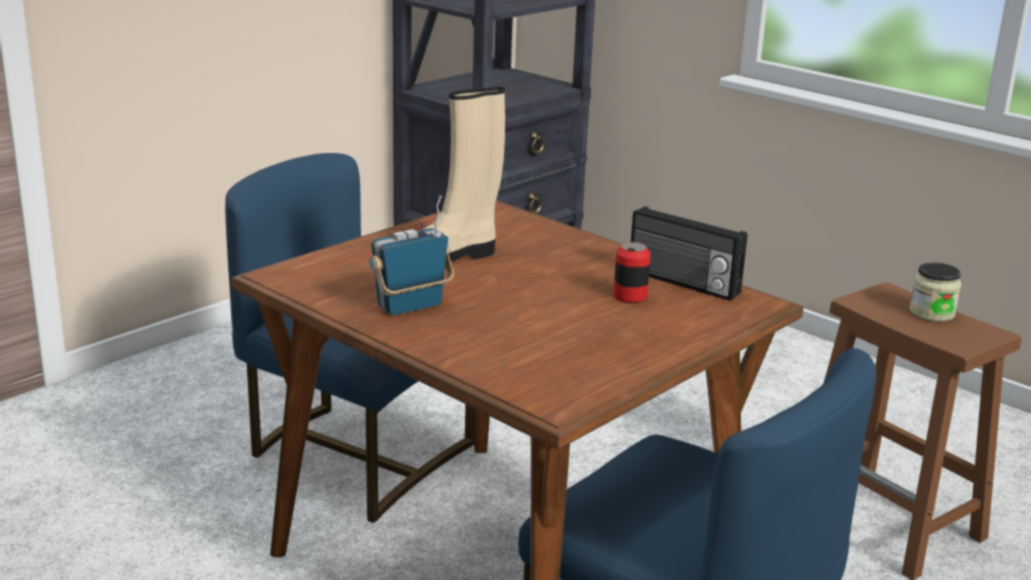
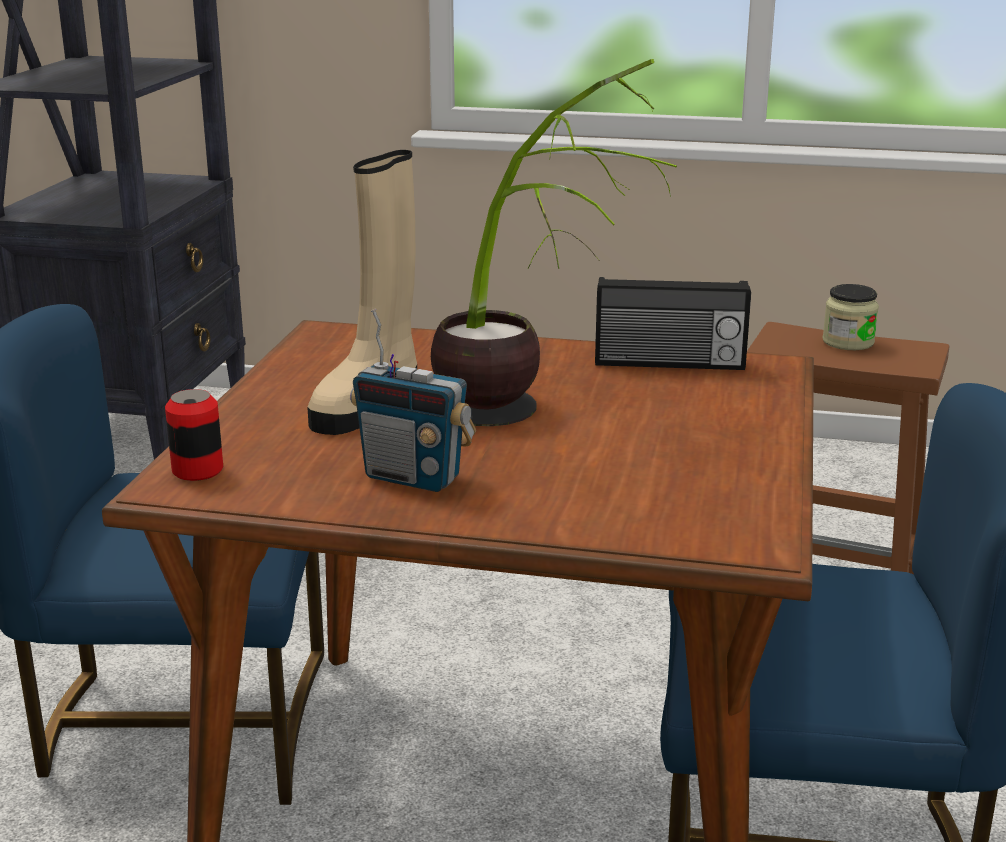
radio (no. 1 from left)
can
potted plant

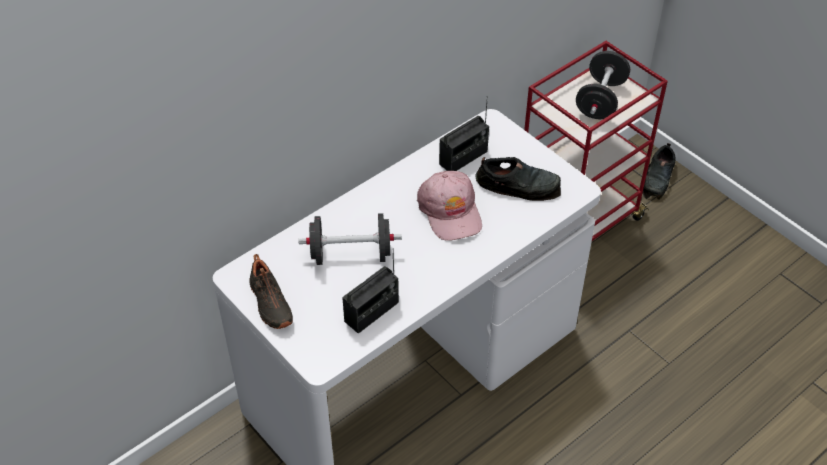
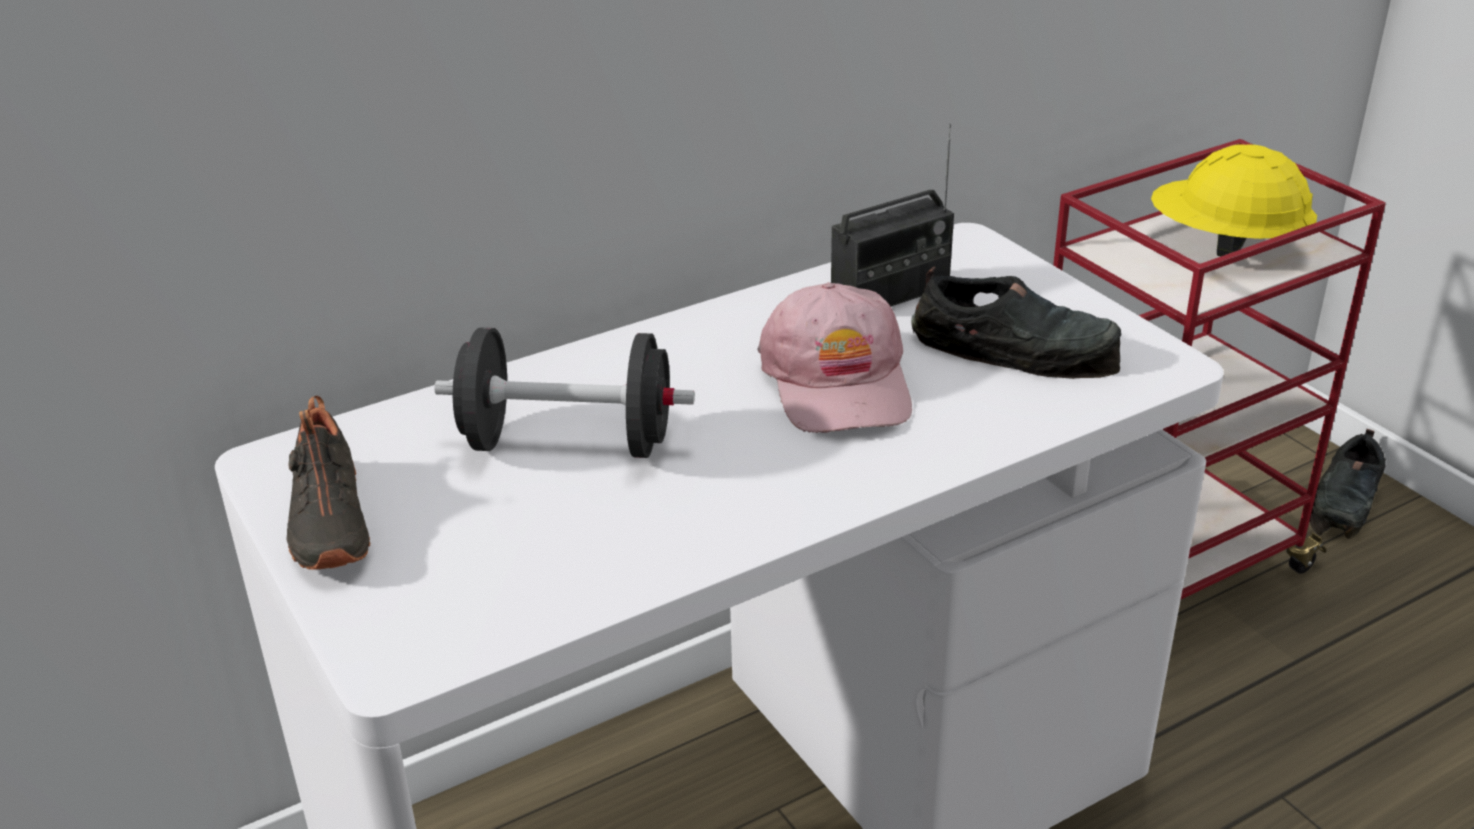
yellow hard hat
radio (no. 1 from left in the first image)

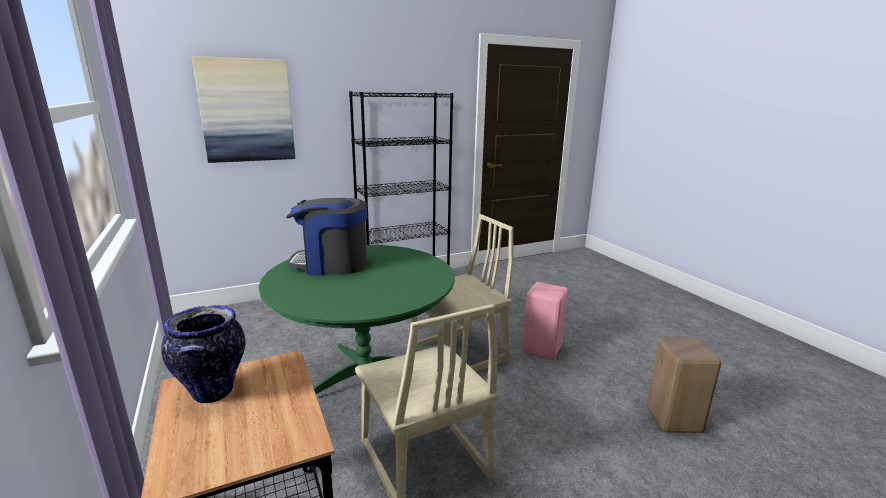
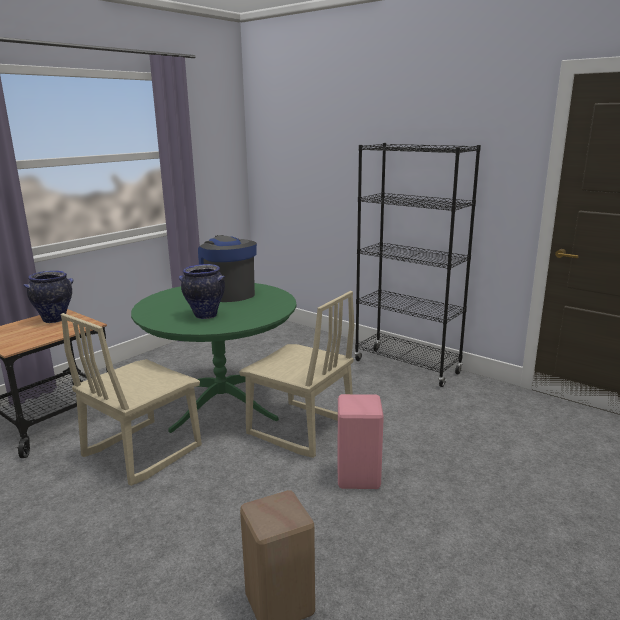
picture
vase (no. 2 from left)

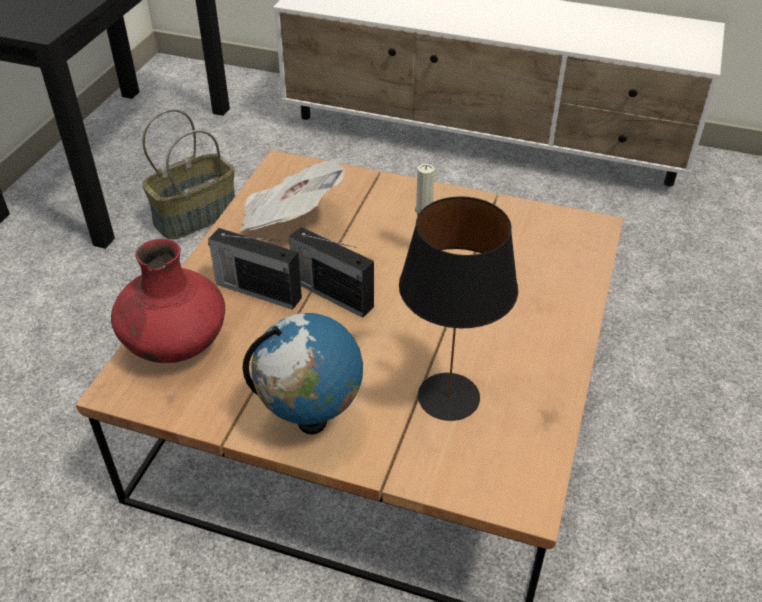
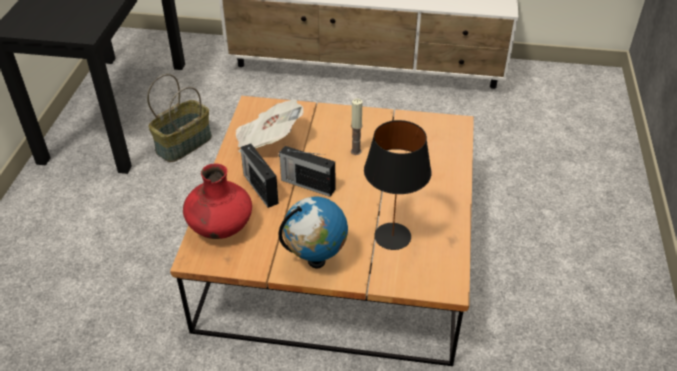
radio (no. 1 from left)

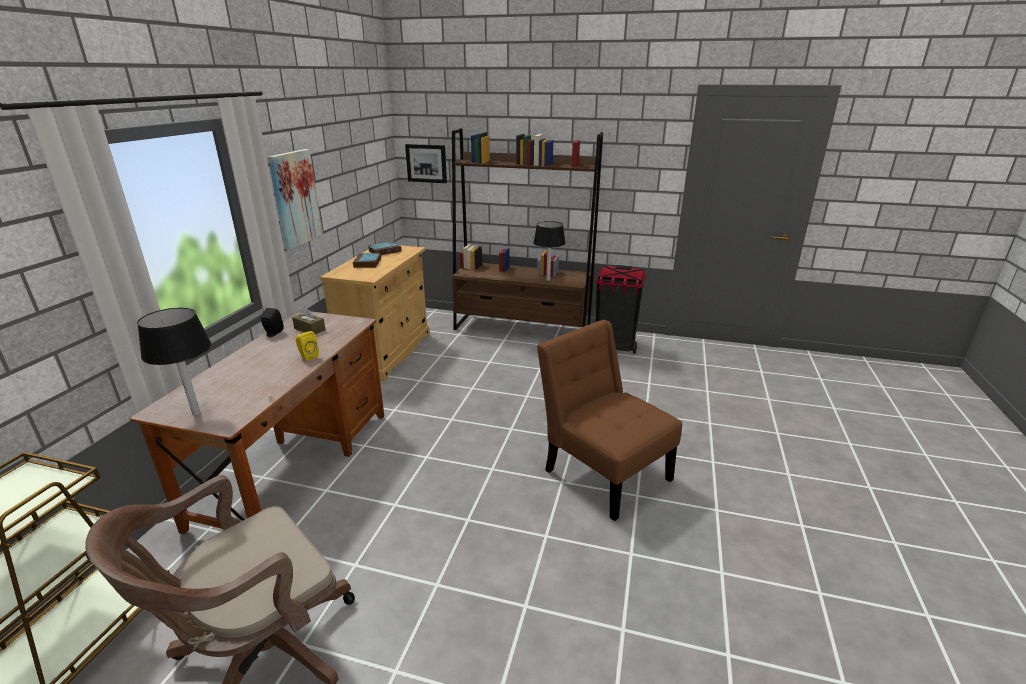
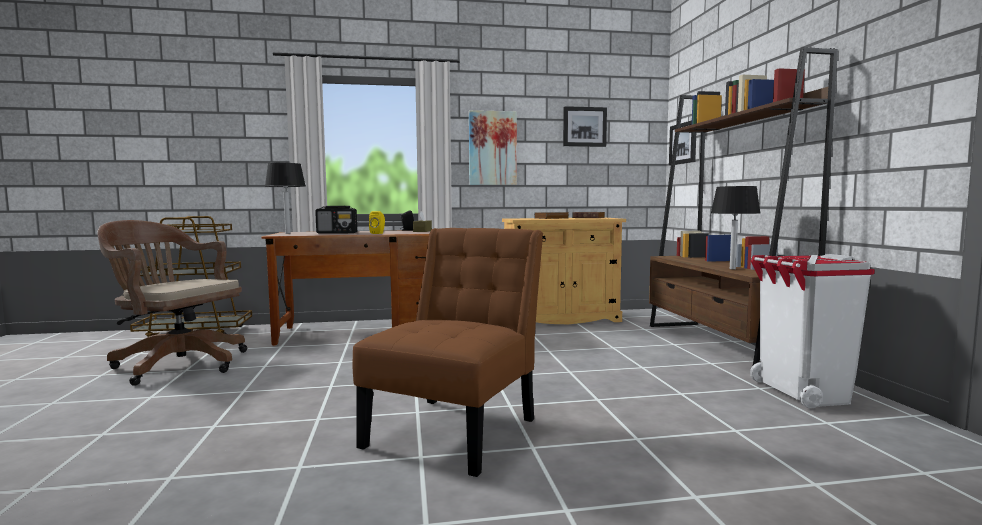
white trash can
picture (no. 2 from left)
radio

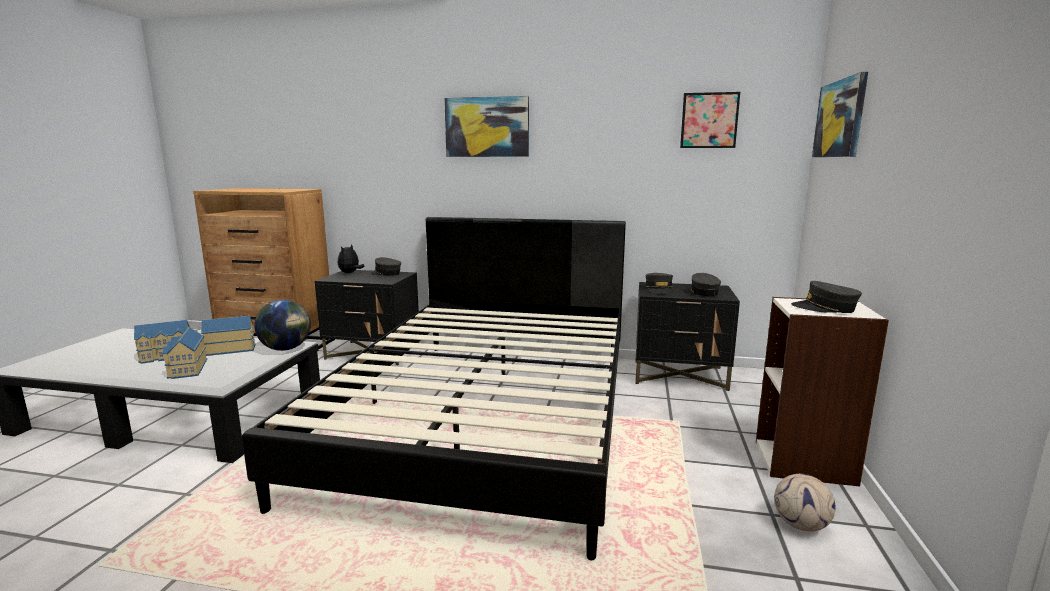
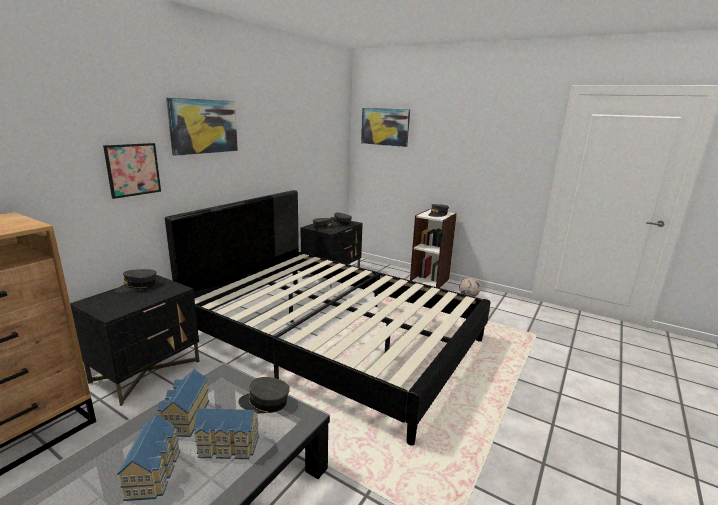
picture (no. 1 from left)
plush toy
globe
grey cap (no. 2 from left)

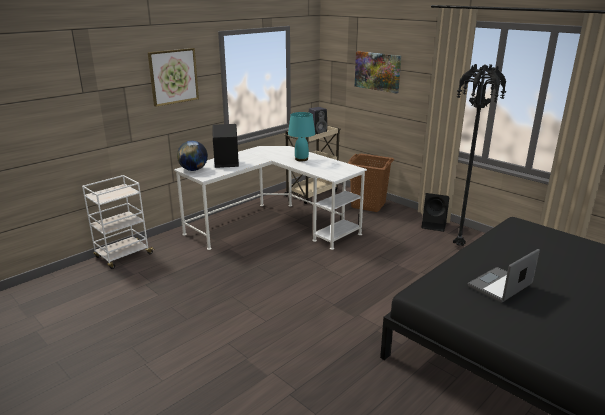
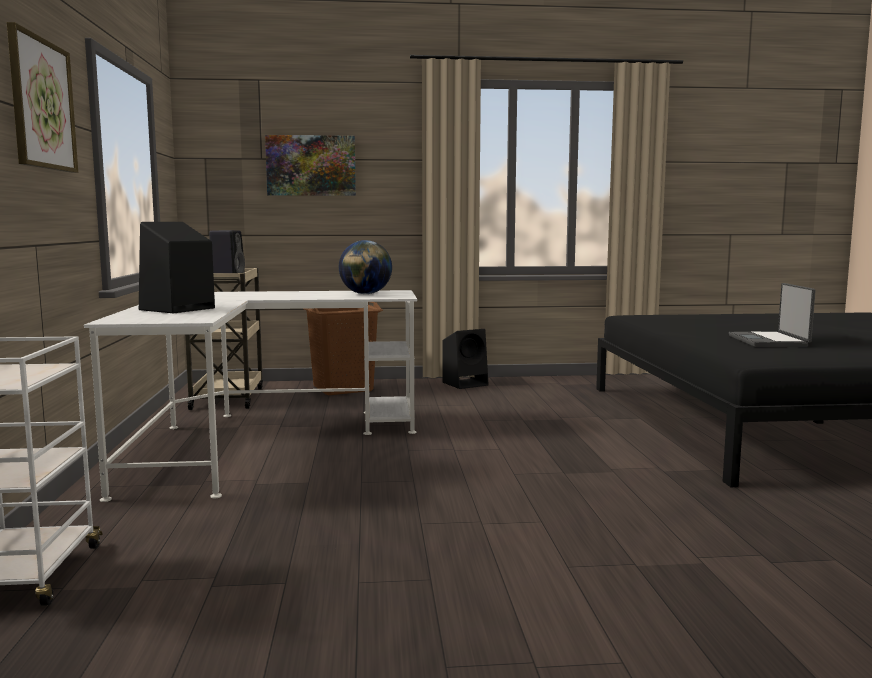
black floor lamp
turquoise table lamp
globe

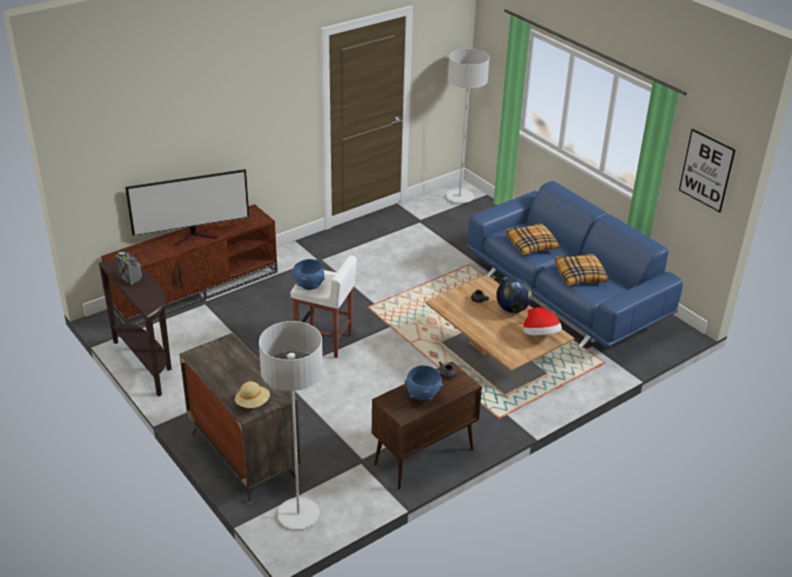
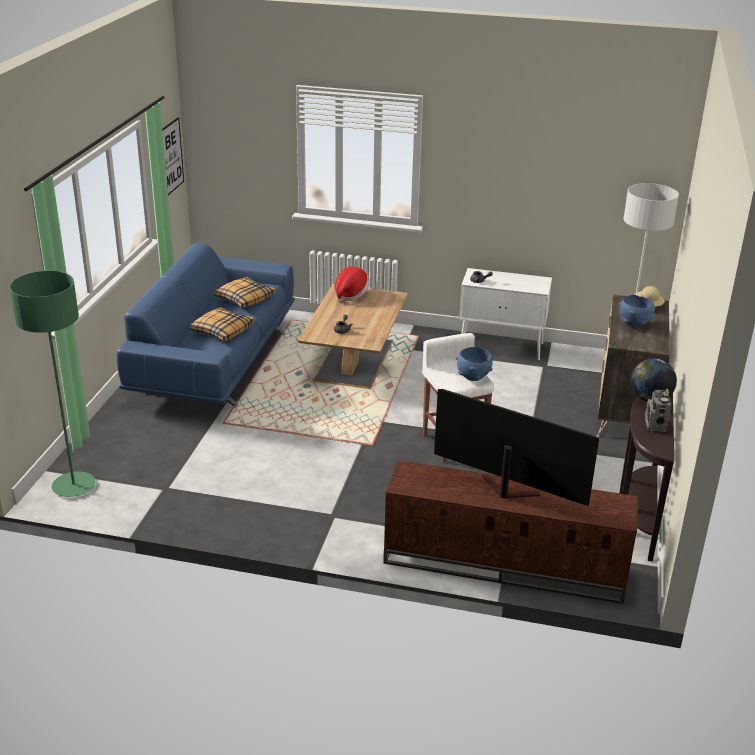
green floor lamp
globe
white cabinet
blue bowl (no. 2 from left)

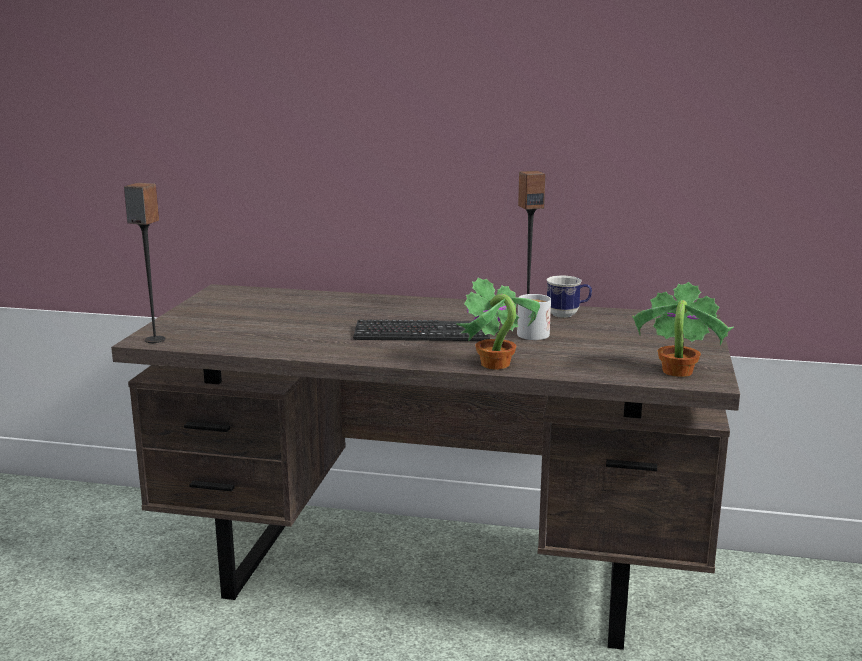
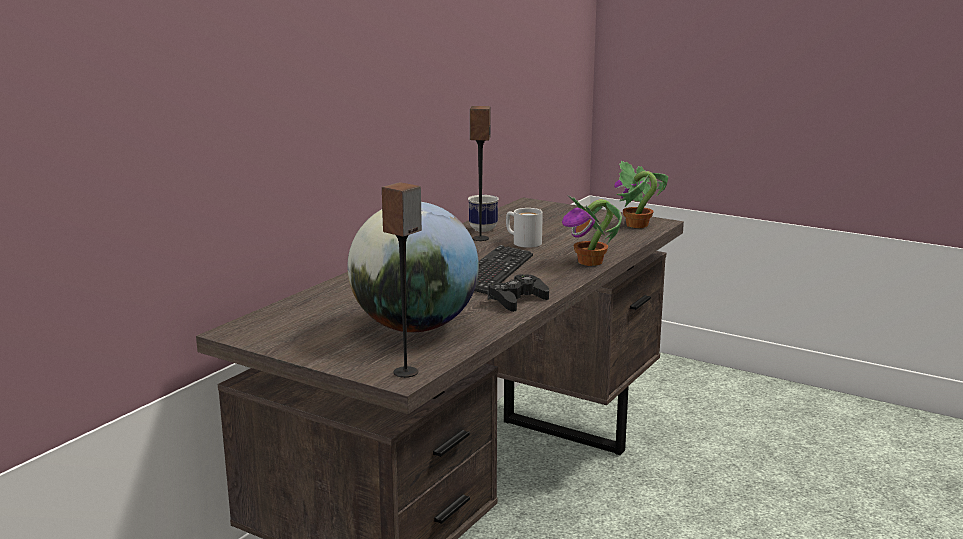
globe
black game controller

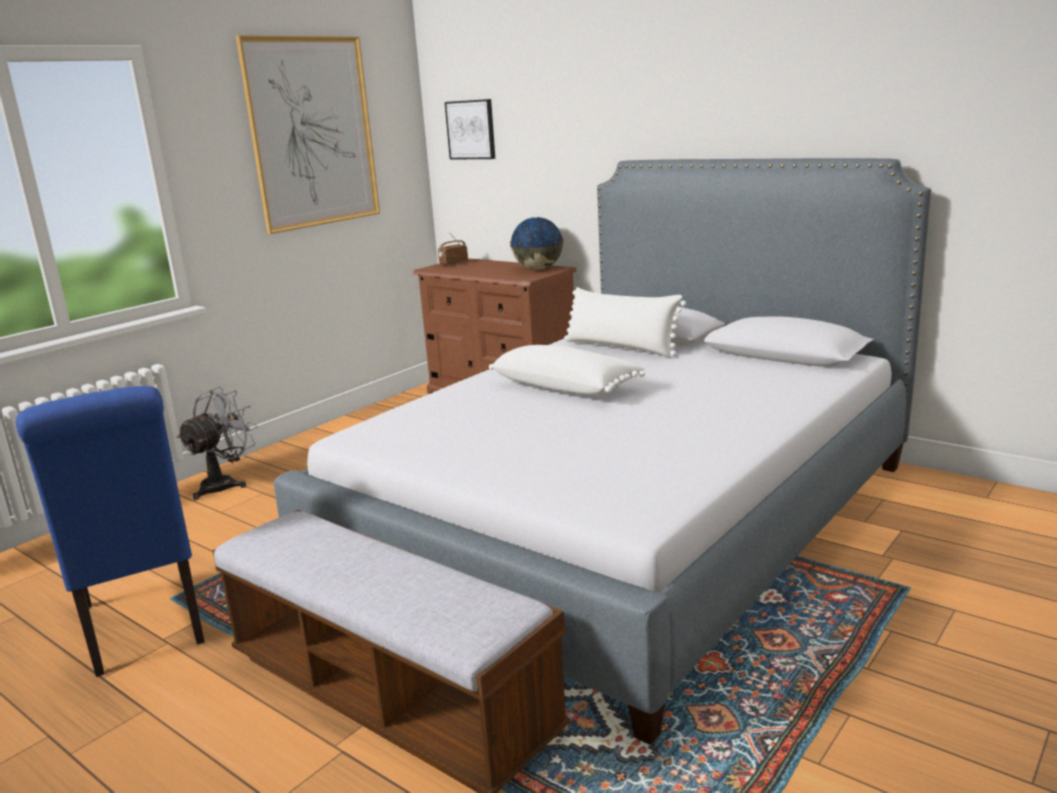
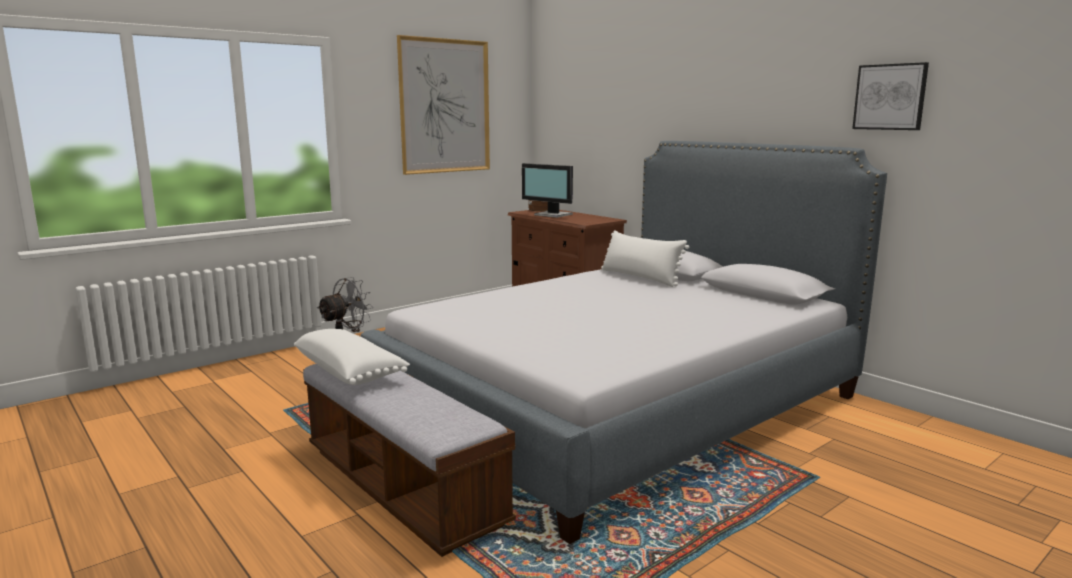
picture (no. 2 from left)
globe
white pillow (no. 1 from left)
blue chair
monitor

